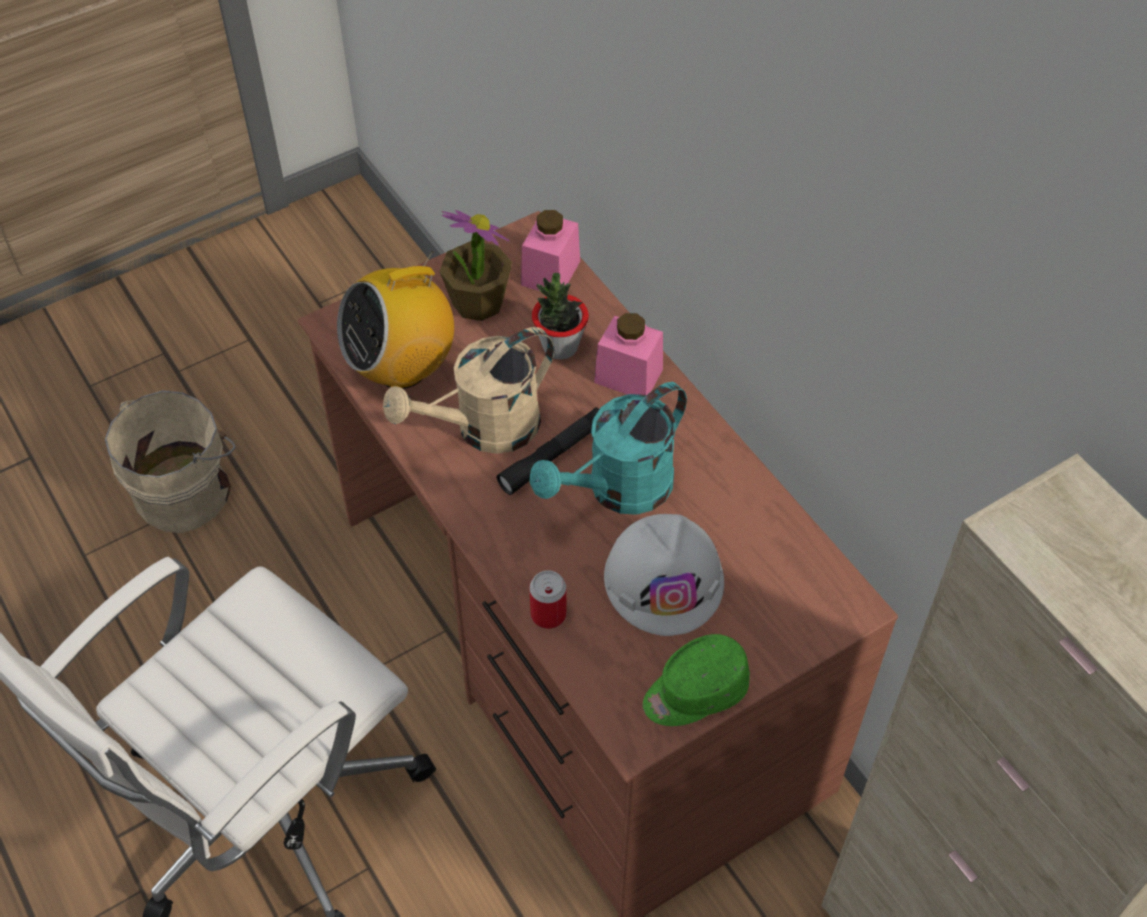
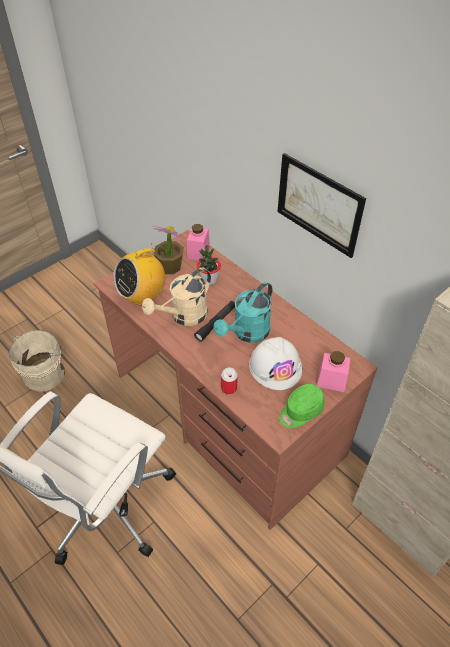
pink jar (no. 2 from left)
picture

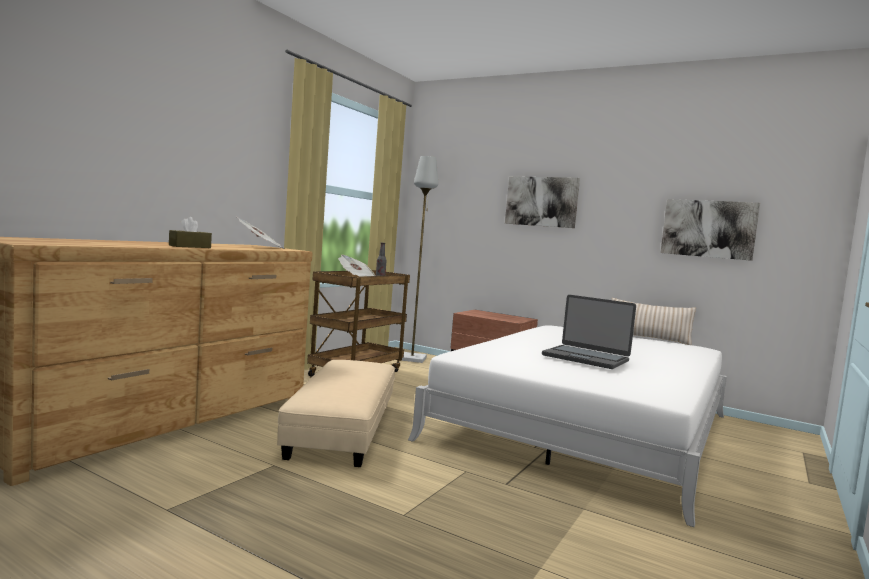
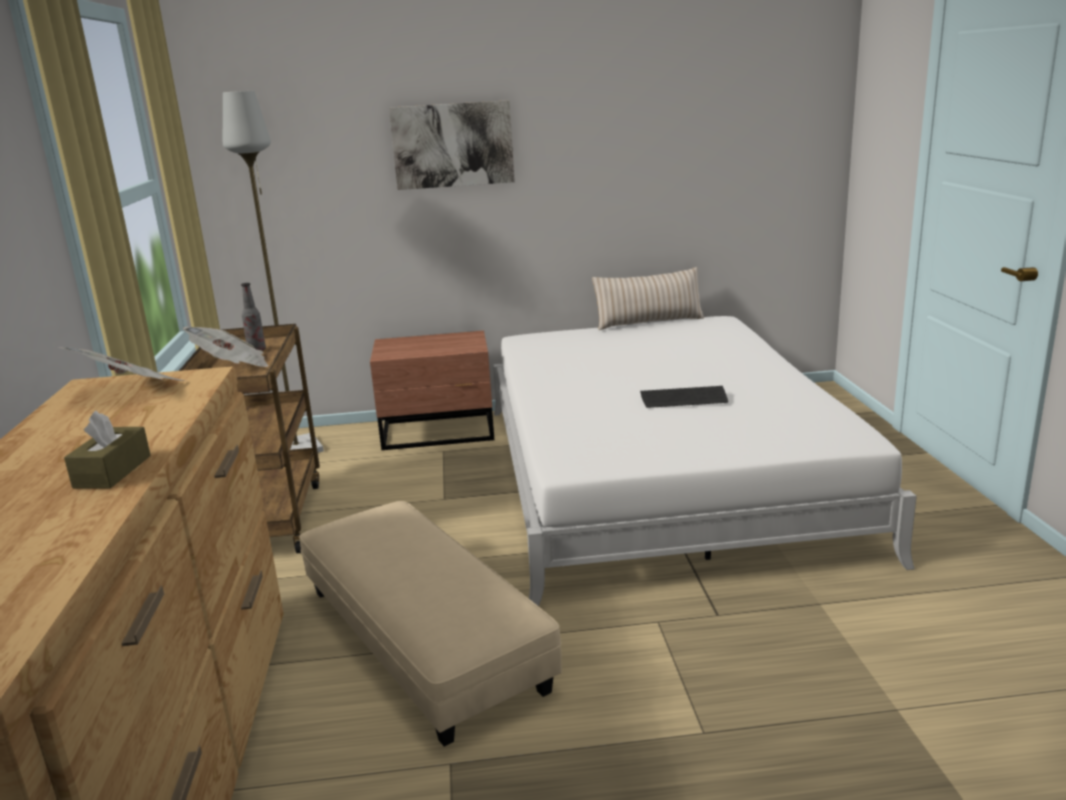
picture (no. 2 from left in the first image)
keyboard

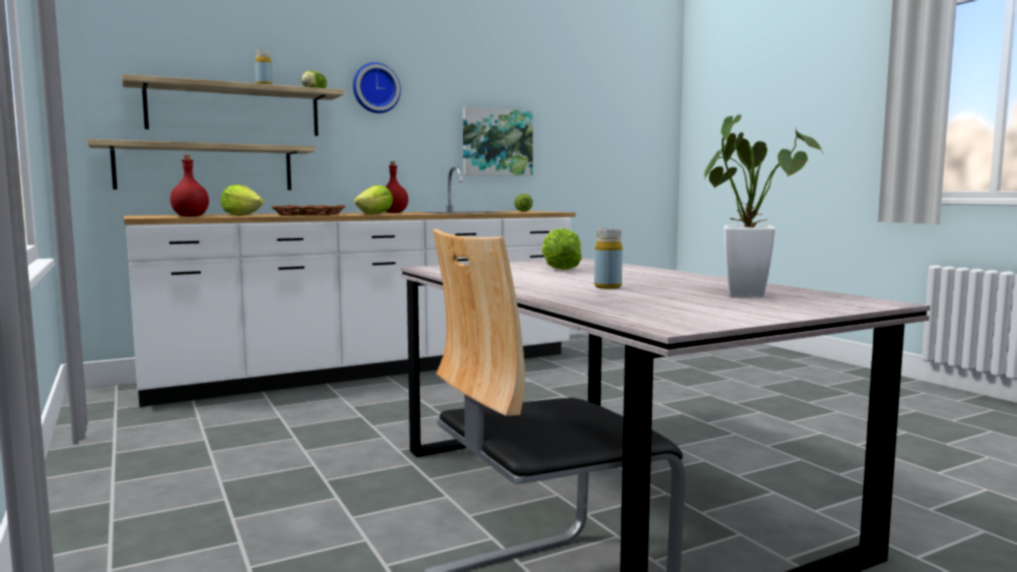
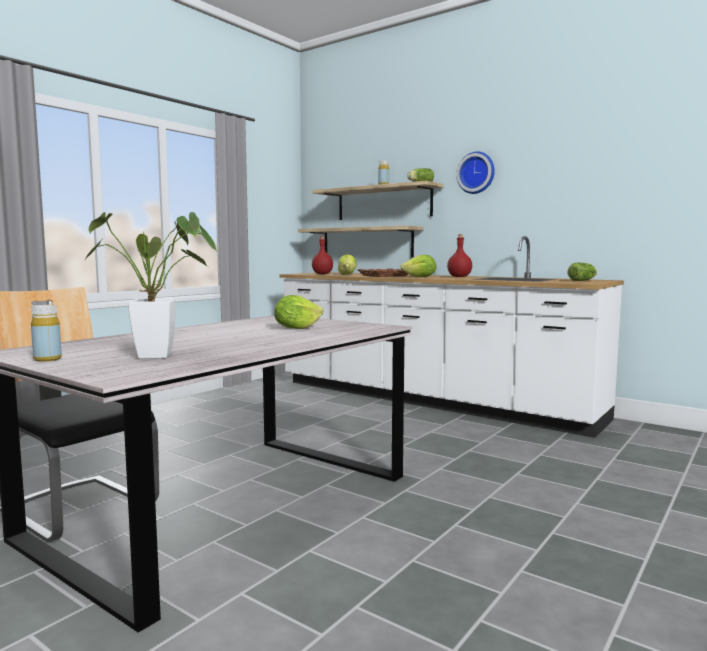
picture
yellow bottle (no. 1 from left)

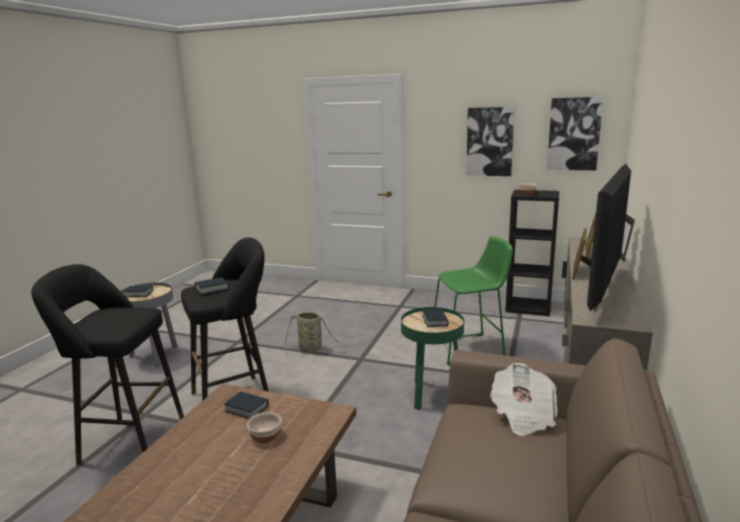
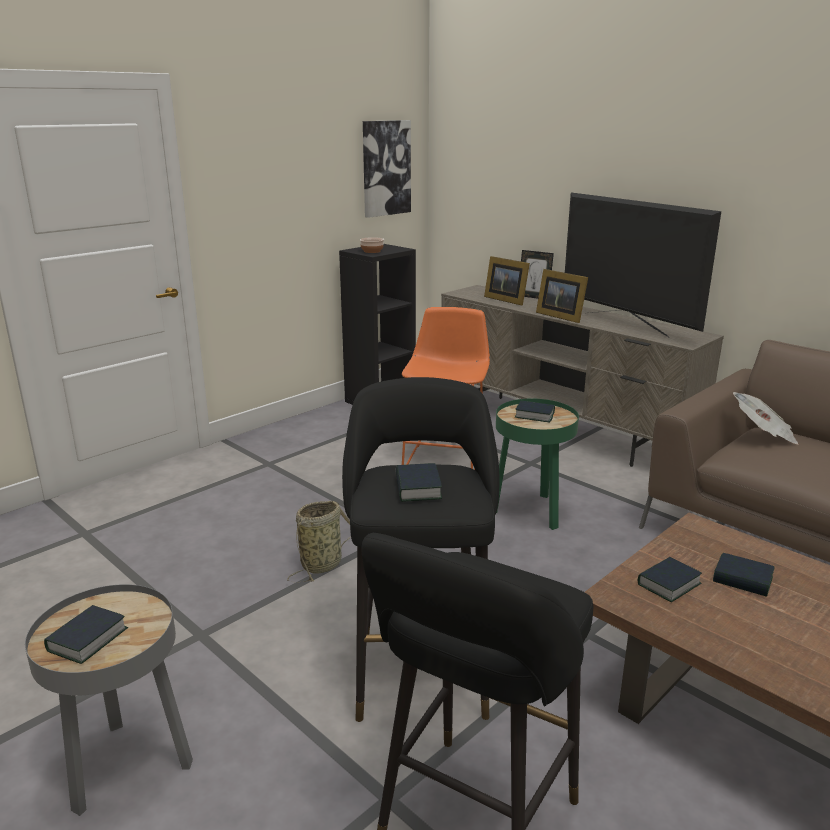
picture (no. 1 from left in the first image)
orange stool
book (no. 5 from left)

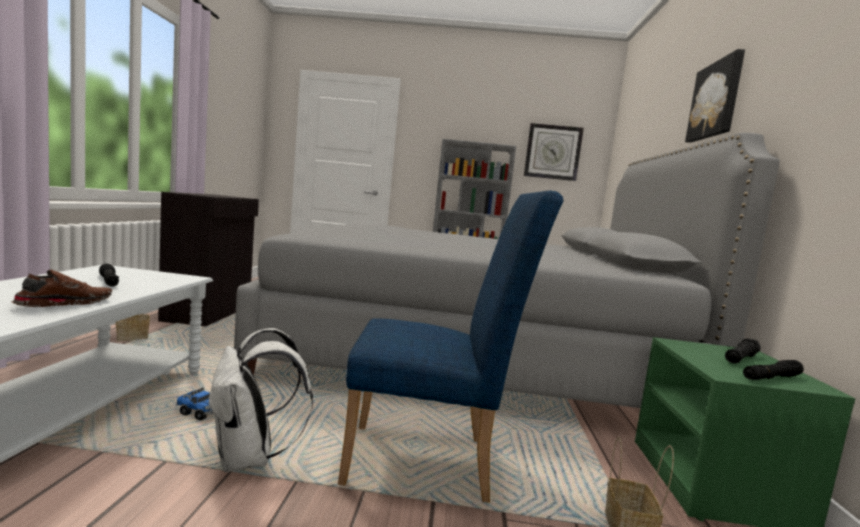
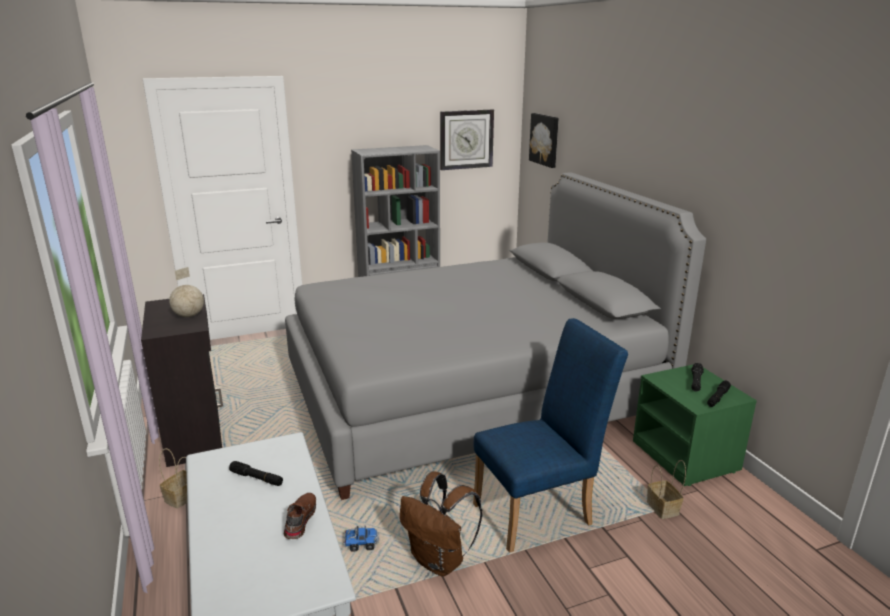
picture
brown backpack
globe

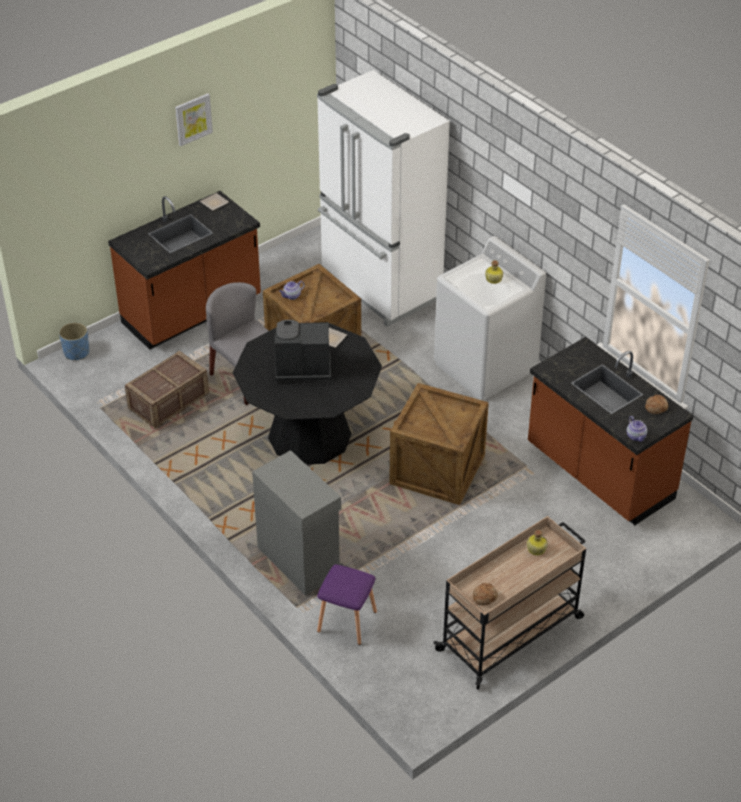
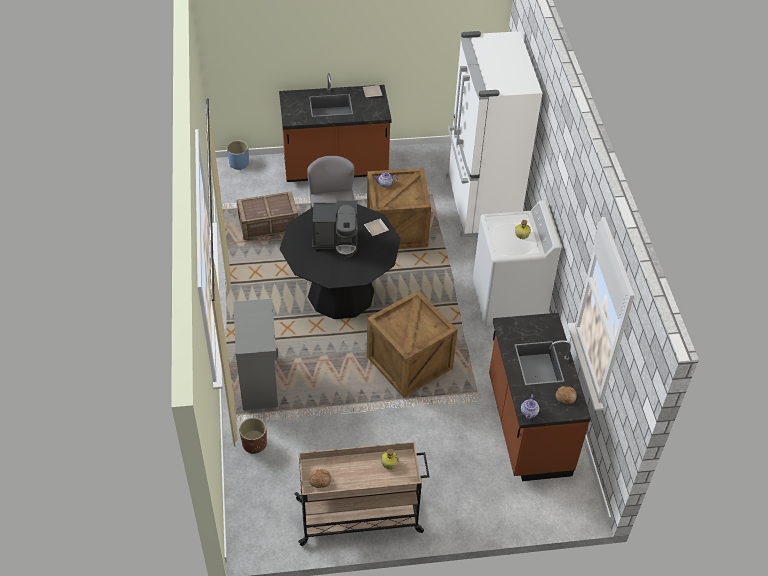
picture
coffee machine
brown planter

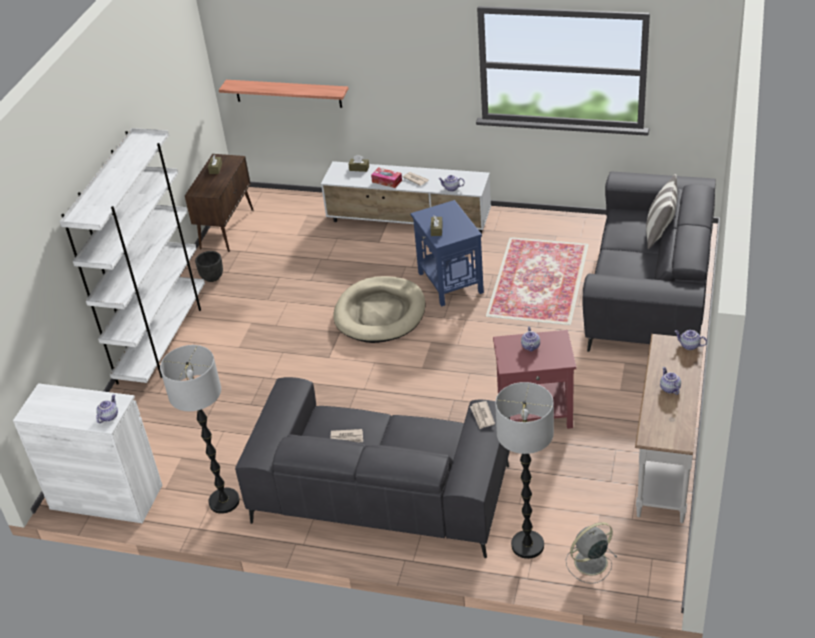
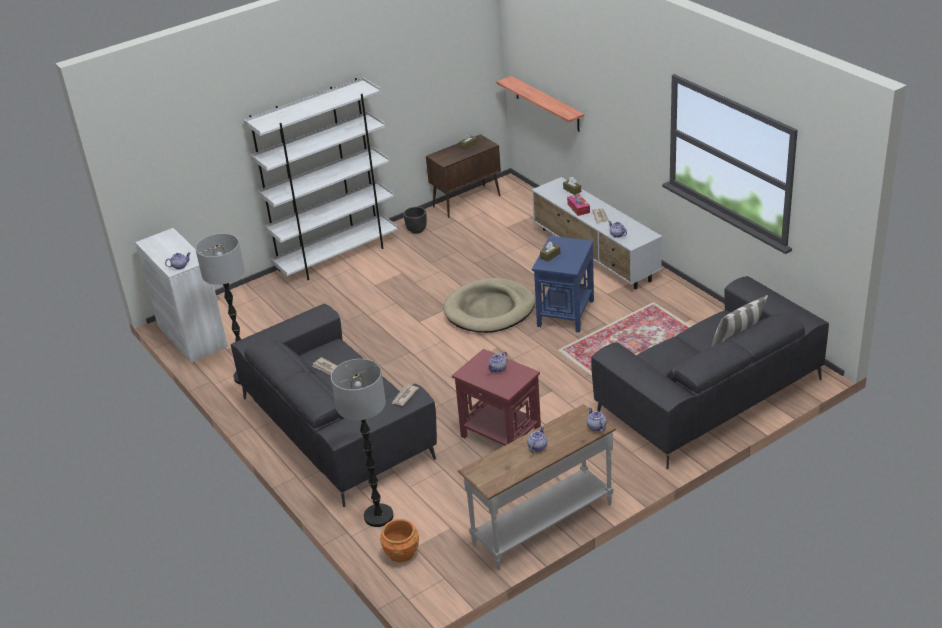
orange planter

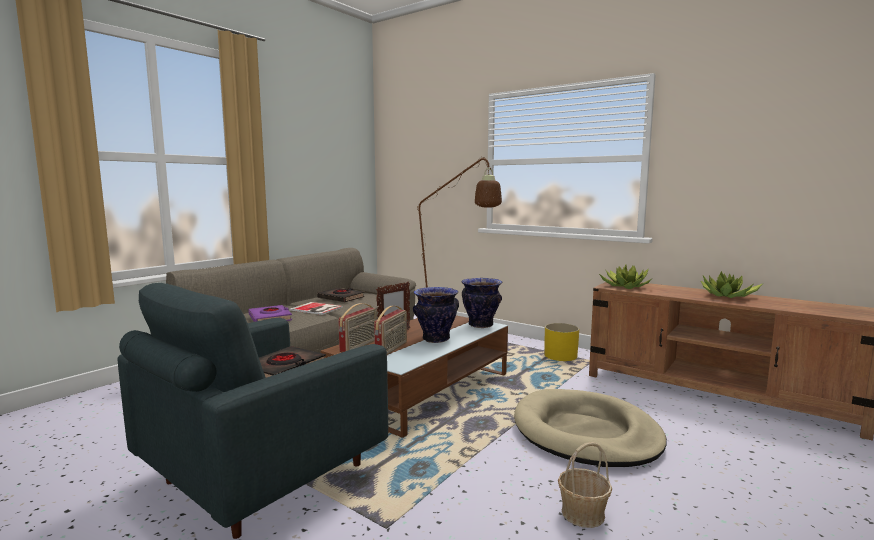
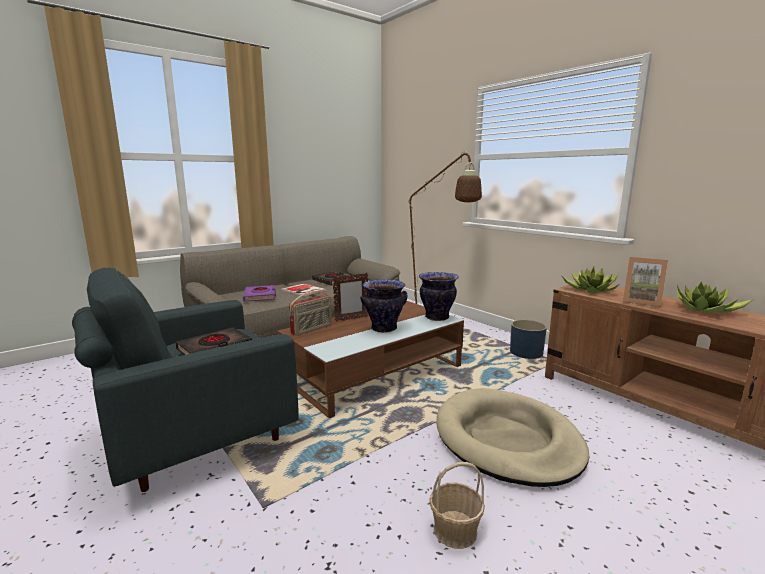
radio (no. 2 from left in the first image)
blue planter
picture frame (no. 2 from left)

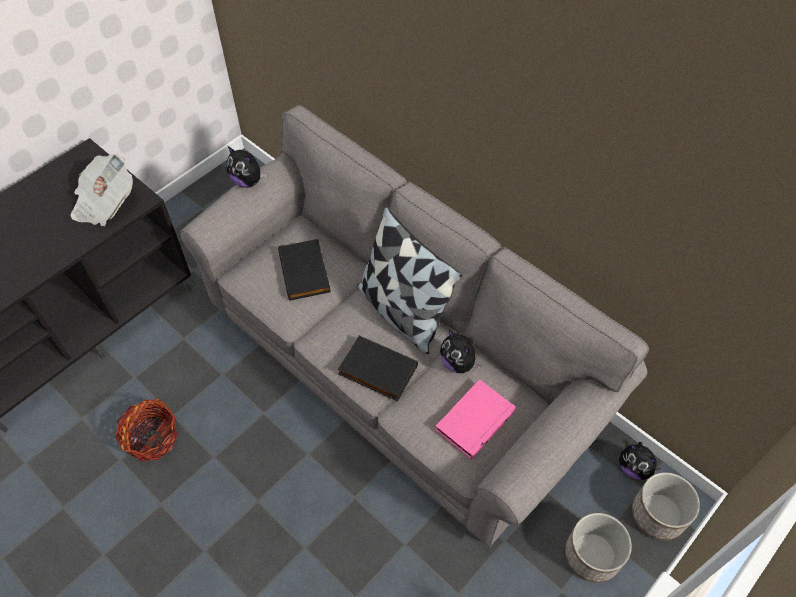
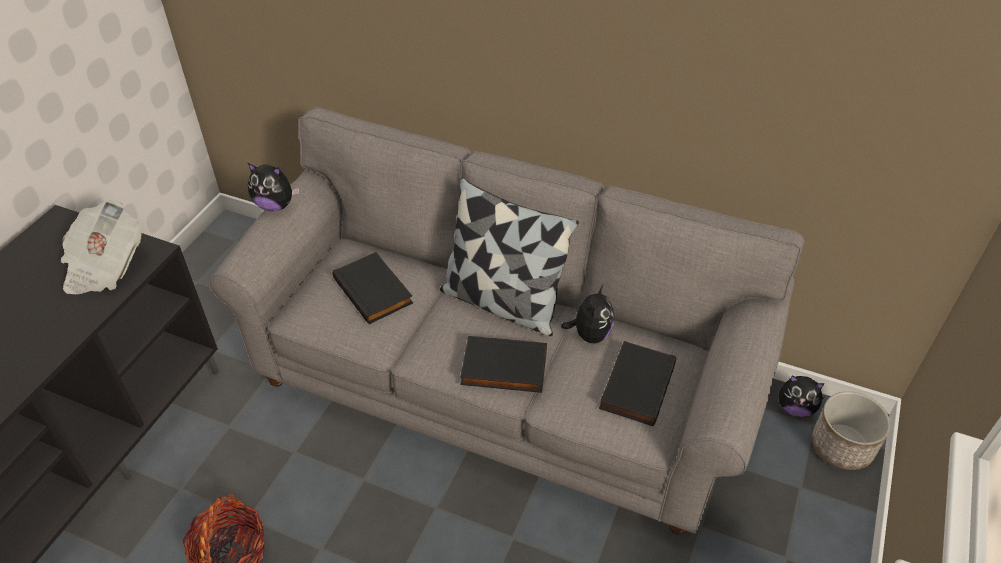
plush toy (no. 2 from left)
black book (no. 3 from left)
planter (no. 1 from left in the first image)

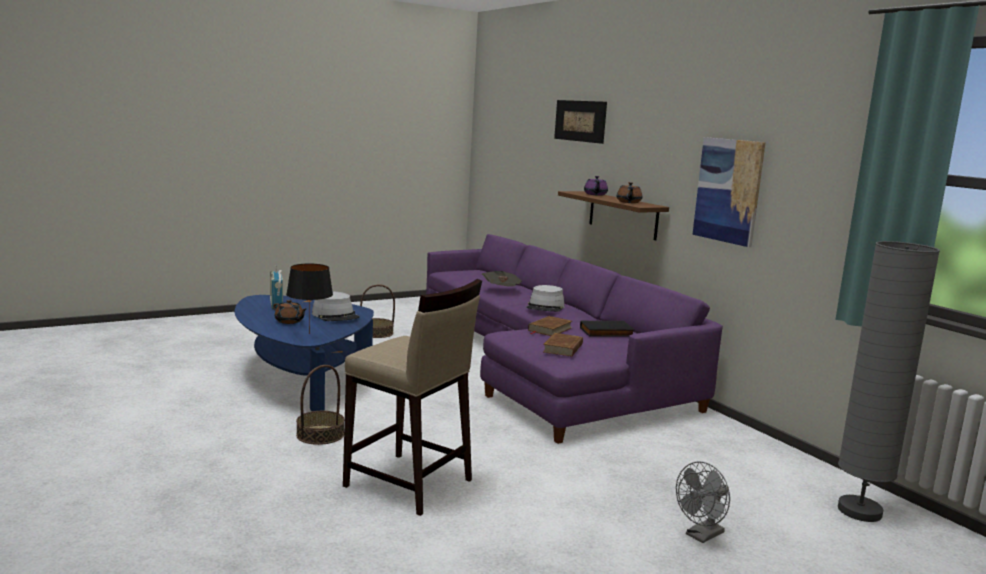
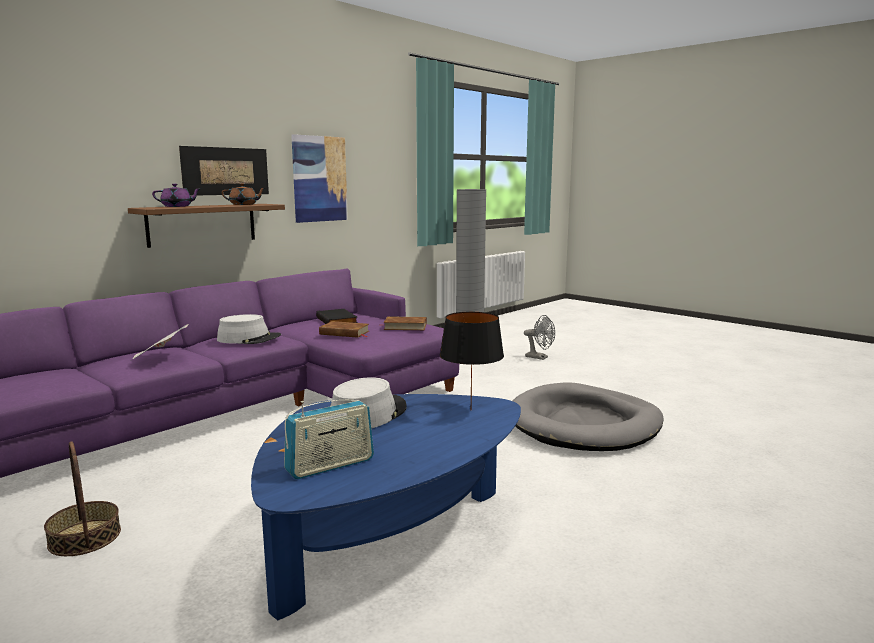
picture (no. 1 from left)
grey dog bed
brown teapot (no. 1 from left in the first image)
basket (no. 1 from left in the first image)

